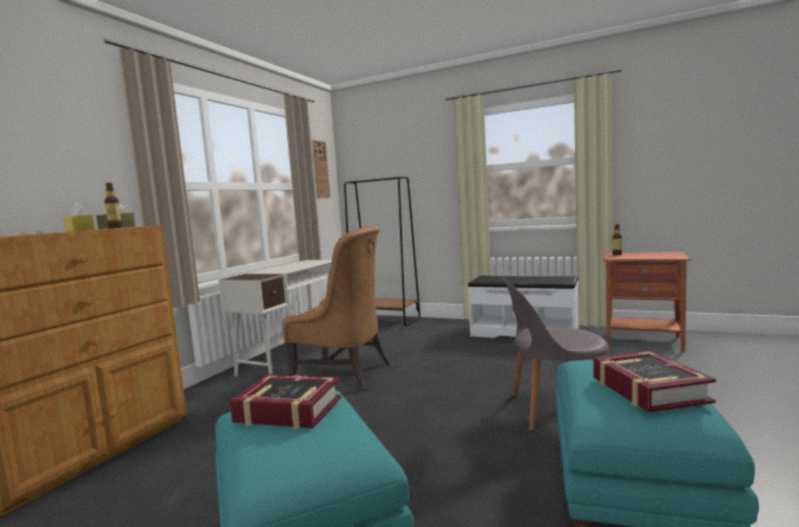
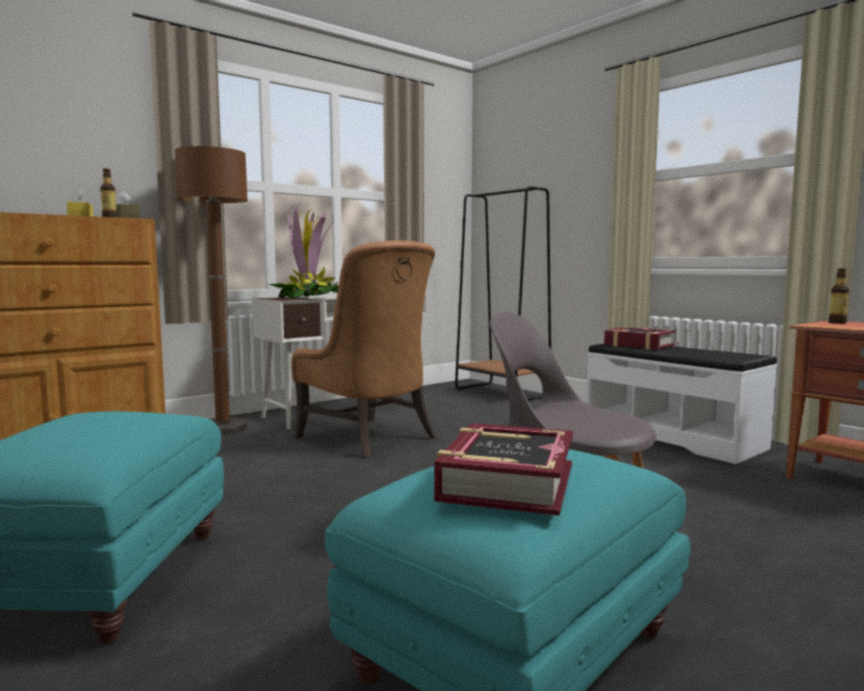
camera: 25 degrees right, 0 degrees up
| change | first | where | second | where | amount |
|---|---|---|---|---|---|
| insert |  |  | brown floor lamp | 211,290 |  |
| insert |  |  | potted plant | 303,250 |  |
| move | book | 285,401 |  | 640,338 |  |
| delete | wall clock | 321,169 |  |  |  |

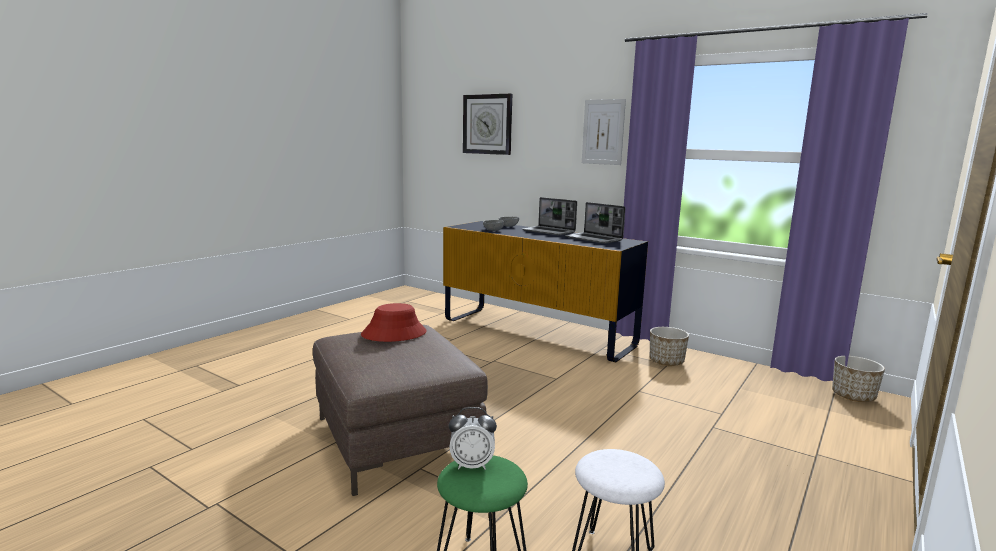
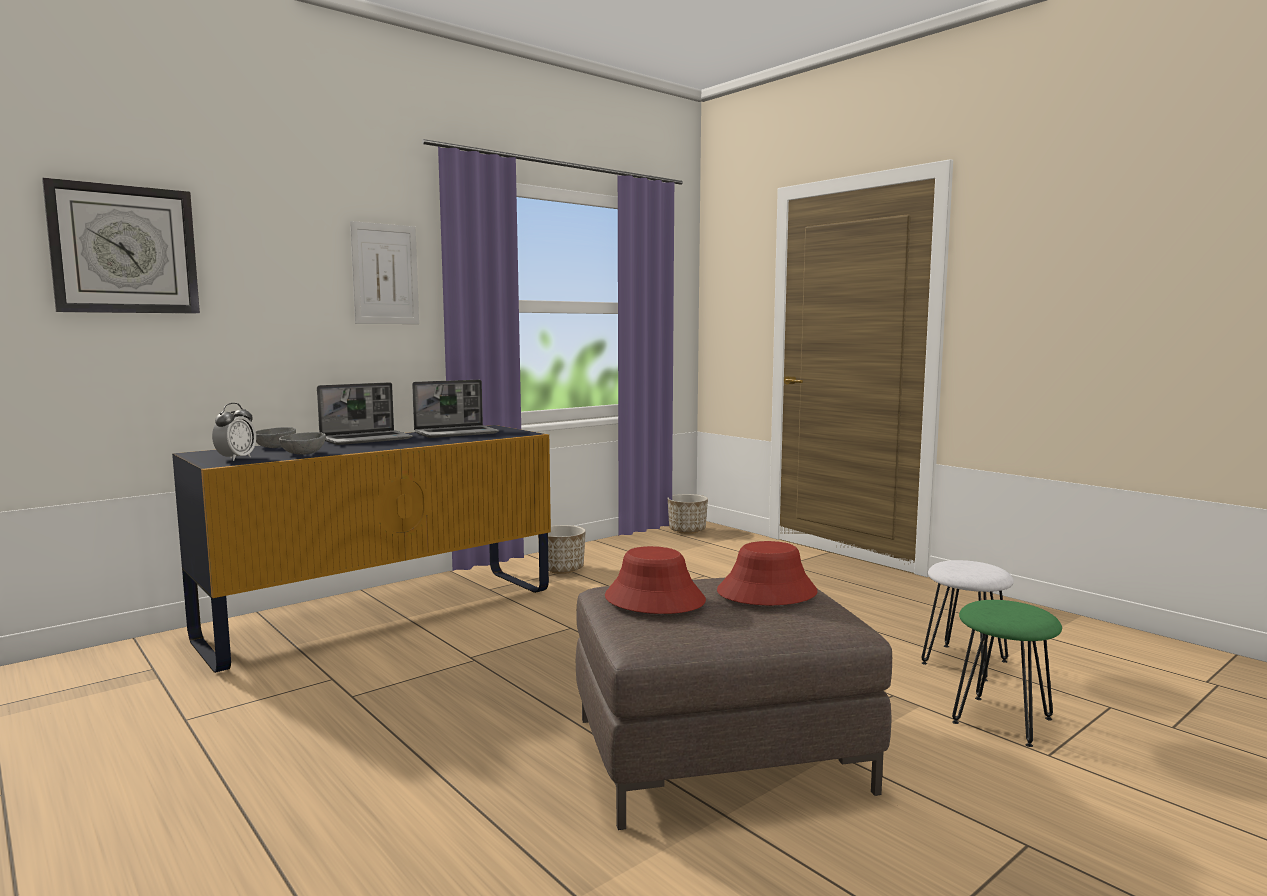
camera: 75 degrees left, 5 degrees down
| change | first | where | second | where | amount |
|---|---|---|---|---|---|
| move | alarm clock | 473,438 |  | 234,432 |  |
| insert |  |  | red hat | 767,573 |  |

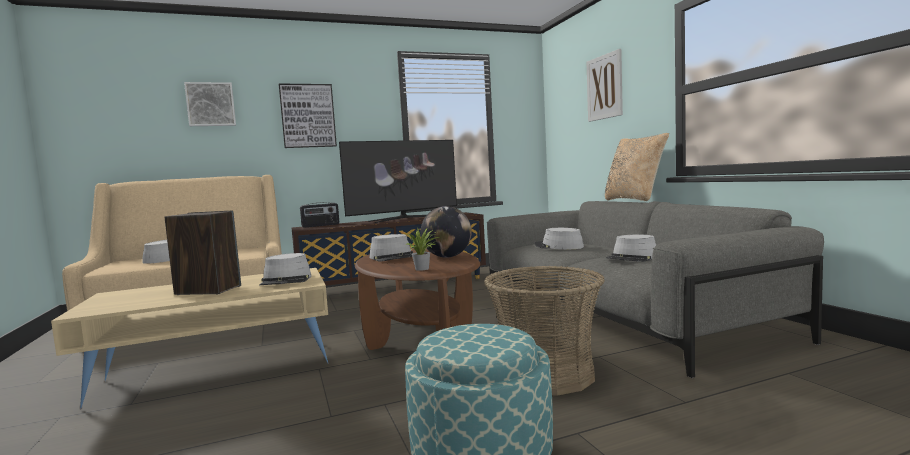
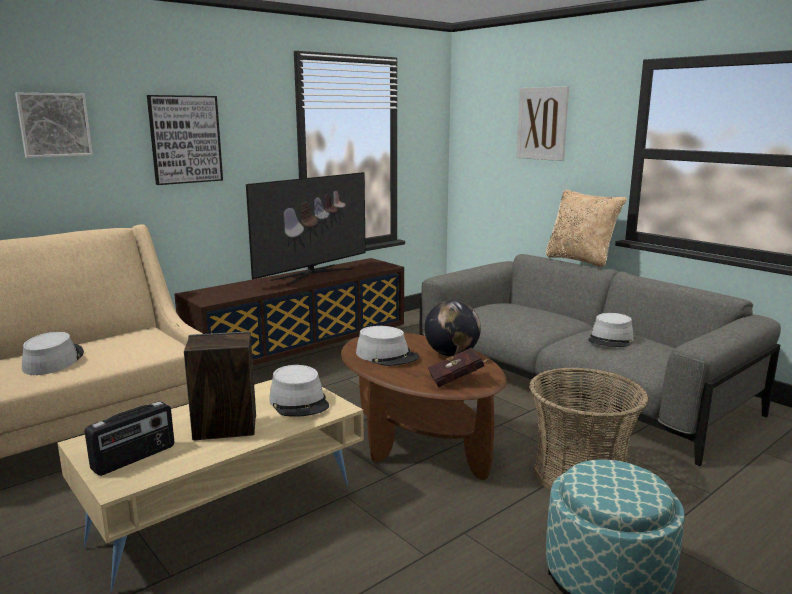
camera: 20 degrees left, 10 degrees up
| change | first | where | second | where | amount |
|---|---|---|---|---|---|
| move | radio | 319,215 |  | 129,438 |  |
| replace | potted plant | 422,249 | red book | 458,368 |  |
| delete | grey hat | 559,238 |  |  |  |

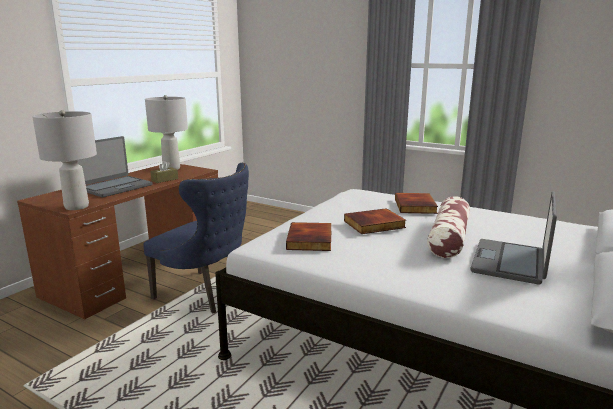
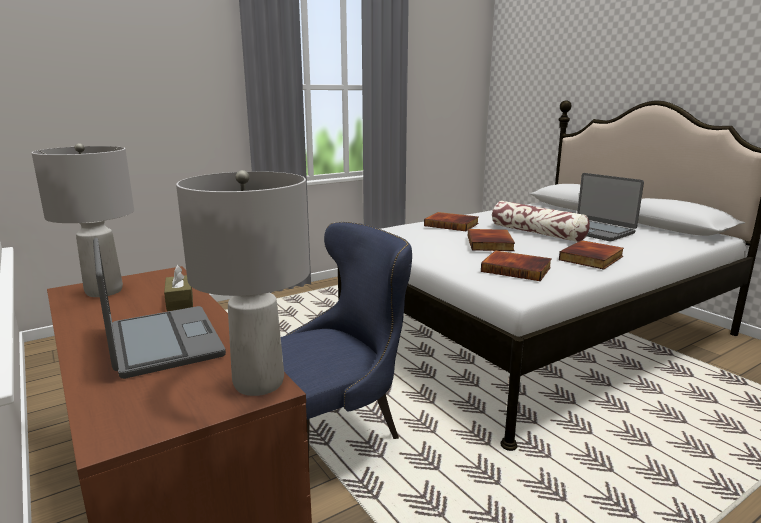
camera: 65 degrees left, 0 degrees up
| change | first | where | second | where | amount |
|---|---|---|---|---|---|
| insert |  |  | book | 591,255 |  |

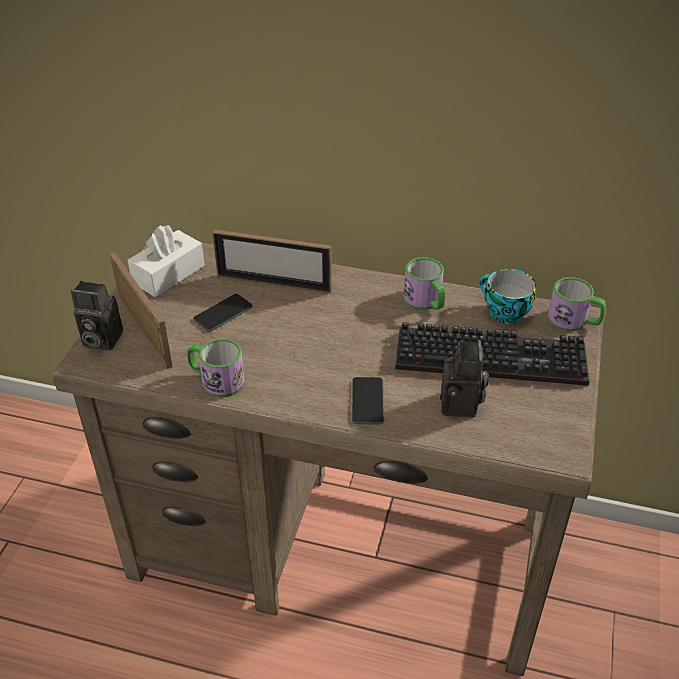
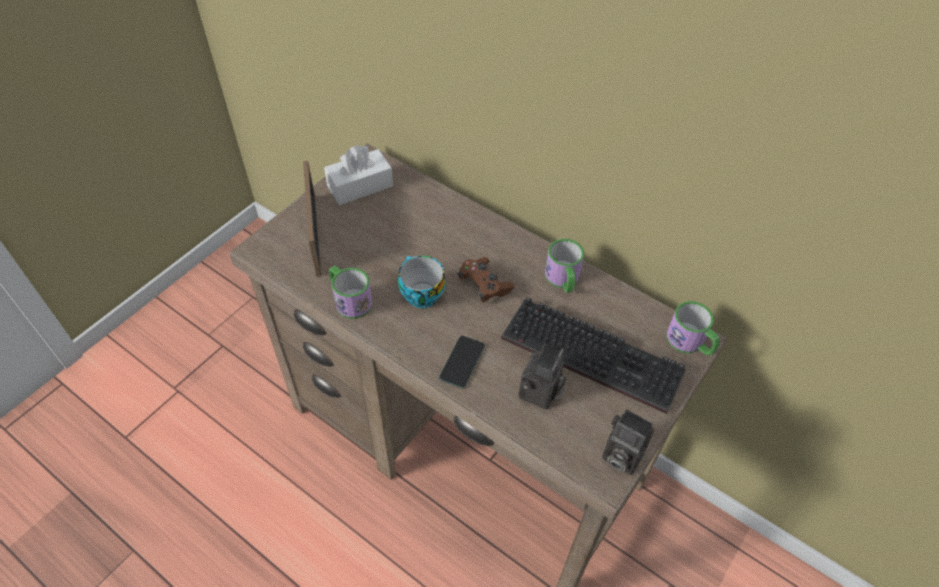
camera: 20 degrees right, 10 degrees up
| change | first | where | second | where | amount |
|---|---|---|---|---|---|
| move | cup | 508,296 |  | 422,282 |  |
| insert |  |  | brown game controller | 486,280 |  |
| move | photo camera | 97,315 |  | 628,442 |  |
| delete | phone | 223,313 |  |  |  |
| delete | picture frame | 272,261 |  |  |  |

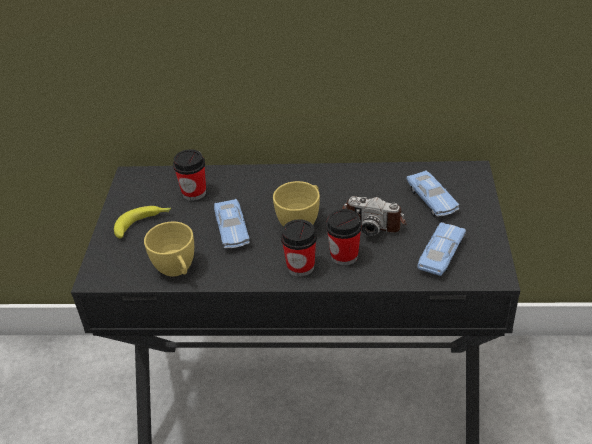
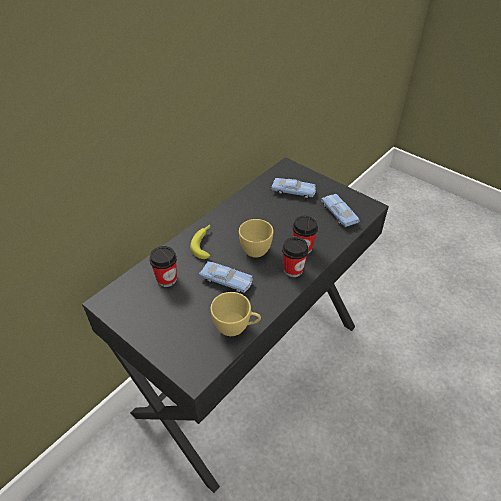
camera: 55 degrees left, 5 degrees up
| change | first | where | second | where | amount |
|---|---|---|---|---|---|
| move | banana | 142,222 |  | 200,241 |  |
| delete | photo camera | 374,216 |  |  |  |

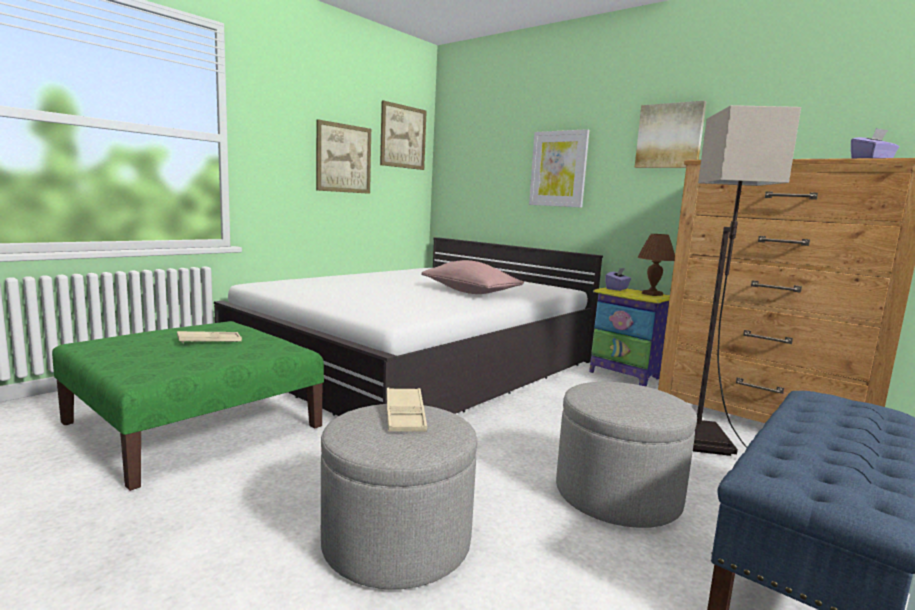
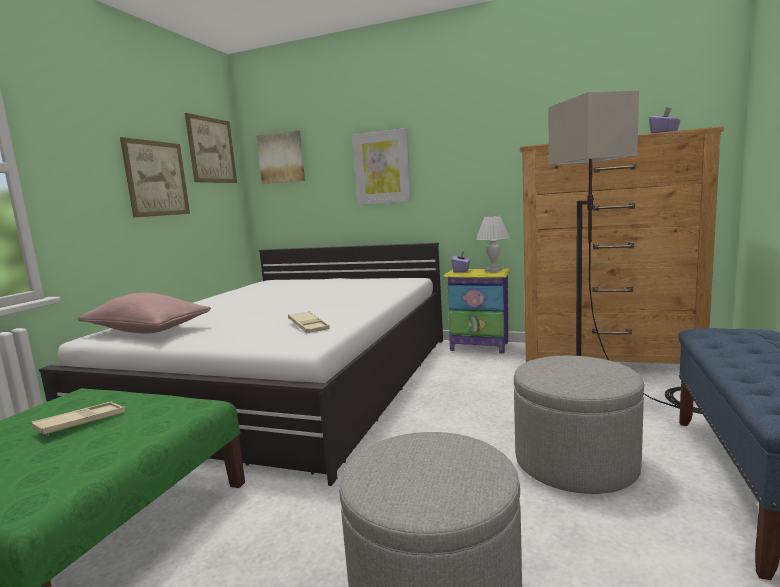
camera: 20 degrees left, 0 degrees up
| change | first | where | second | where | amount |
|---|---|---|---|---|---|
| move | pink pillow | 472,277 |  | 144,313 |  |
| move | picture | 670,134 |  | 280,157 |  |
| move | beige tray | 407,409 |  | 309,322 |  |
| recolor | brown table lamp | 656,265 | white table lamp | 493,244 |  |

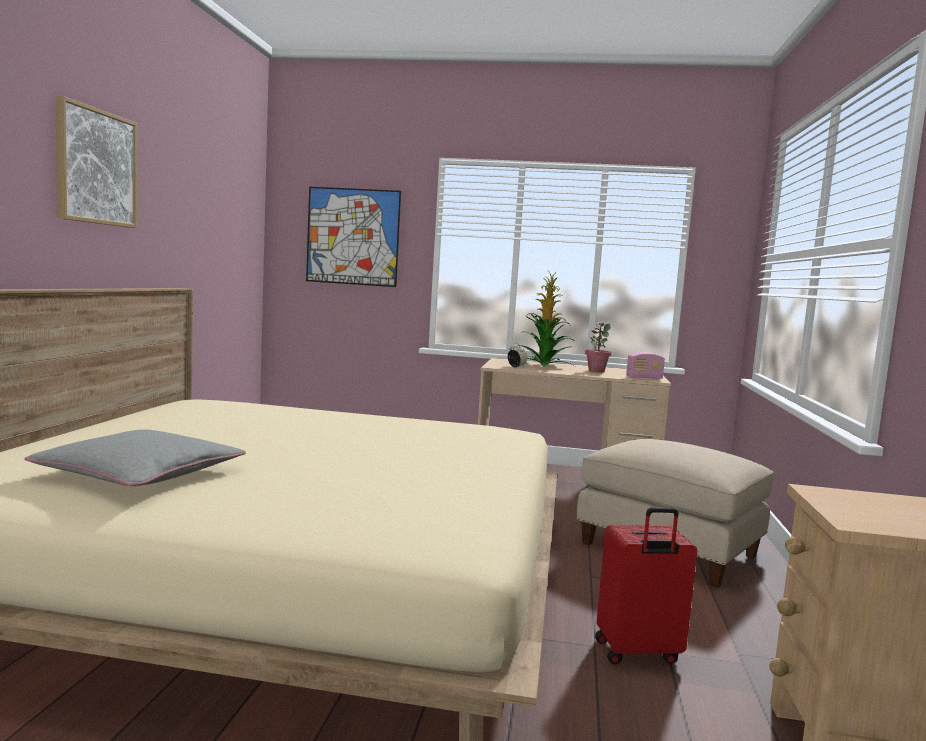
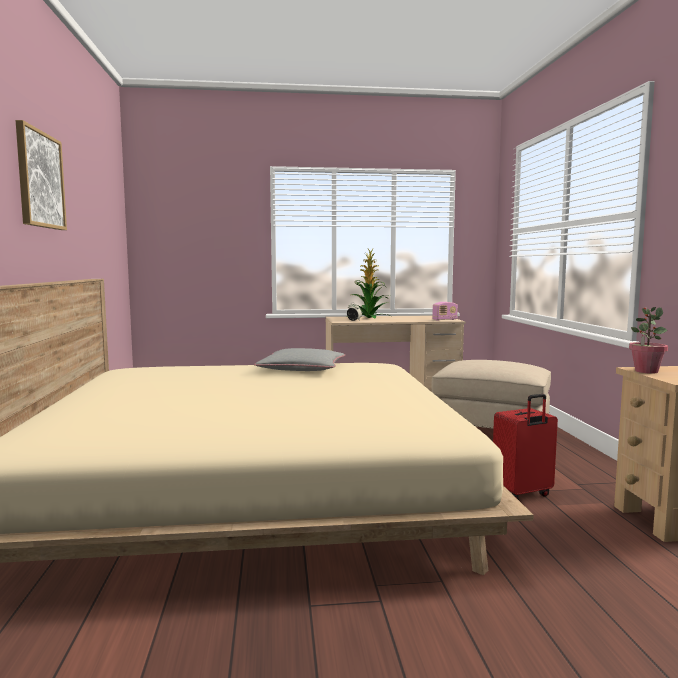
camera: 15 degrees left, 0 degrees up
| change | first | where | second | where | amount |
|---|---|---|---|---|---|
| move | grey pillow | 135,457 |  | 299,359 |  |
| move | potted plant | 598,347 |  | 648,340 |  |
| delete | picture | 353,237 |  |  |  |

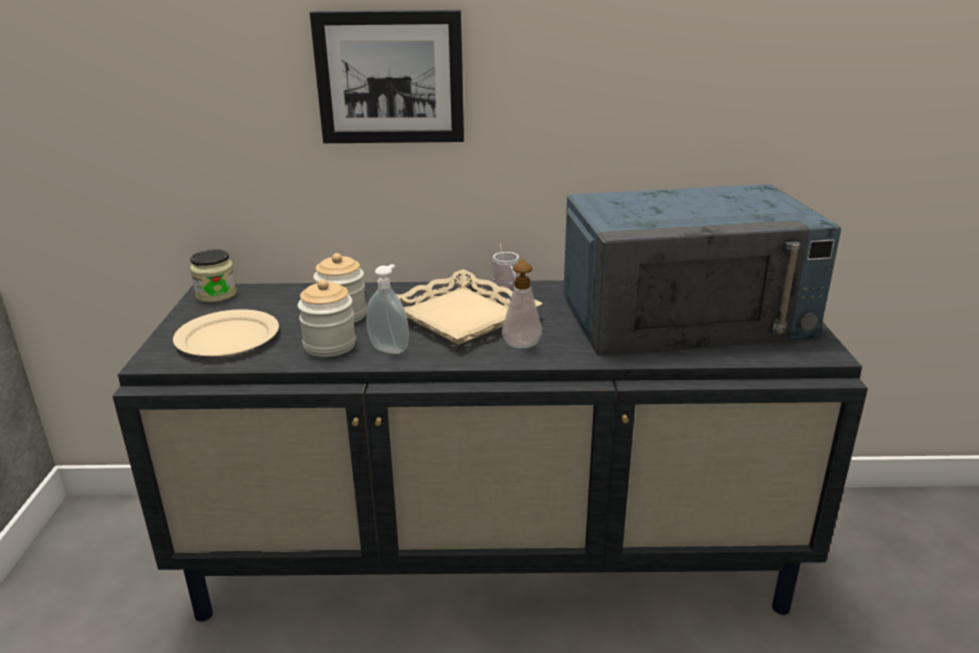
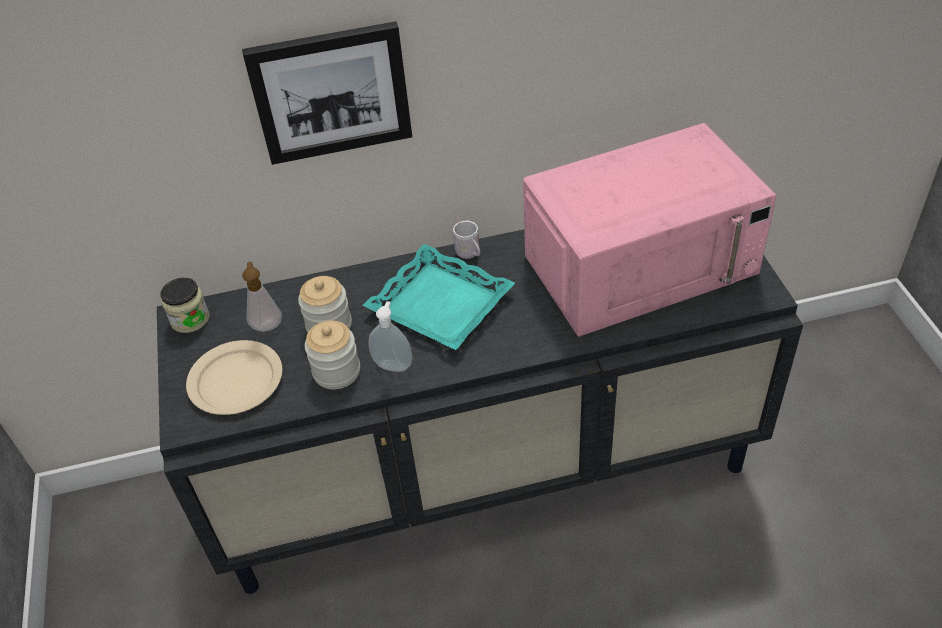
camera: 10 degrees left, 20 degrees up
| change | first | where | second | where | amount |
|---|---|---|---|---|---|
| move | soap dispenser | 522,303 |  | 262,297 |  |
| recolor | beige tray | 469,307 | turquoise tray | 438,297 |  |
| recolor | blue microwave | 702,270 | pink microwave | 650,230 |  |

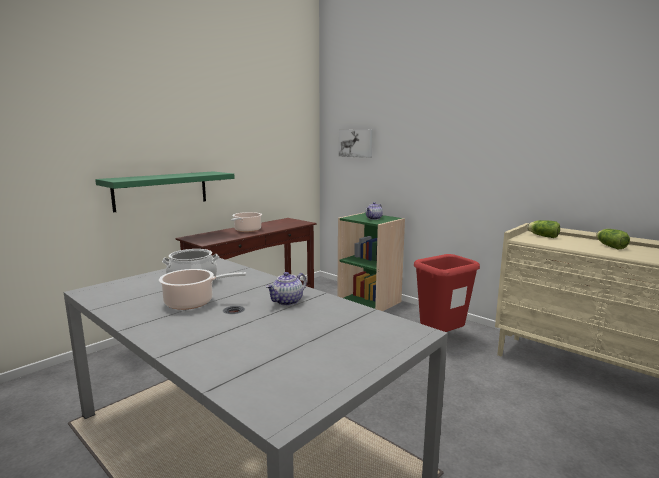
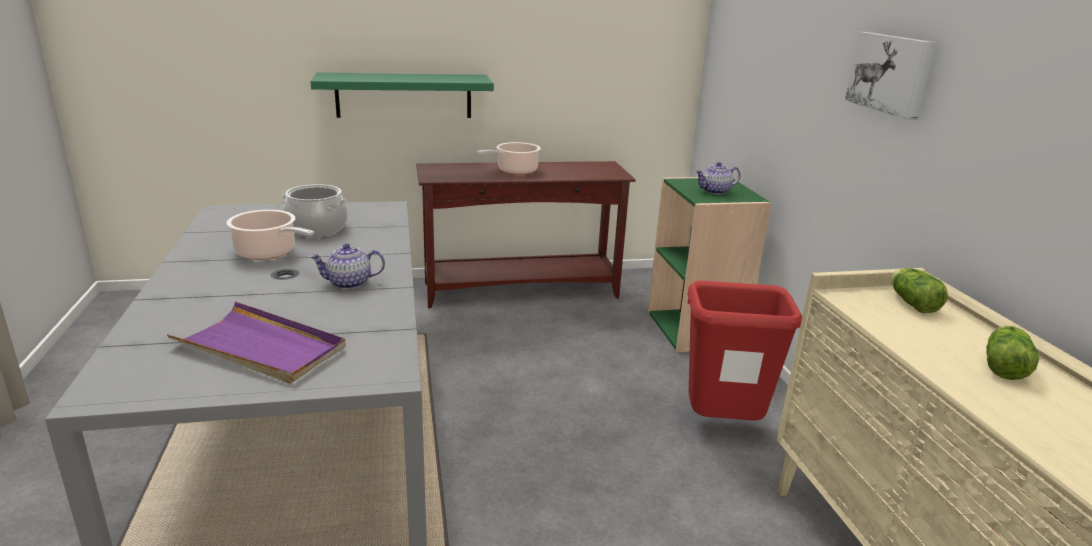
camera: 35 degrees right, 10 degrees up
| change | first | where | second | where | amount |
|---|---|---|---|---|---|
| insert |  |  | purple tray | 256,342 |  |
| move | picture | 356,143 |  | 890,76 |  |

